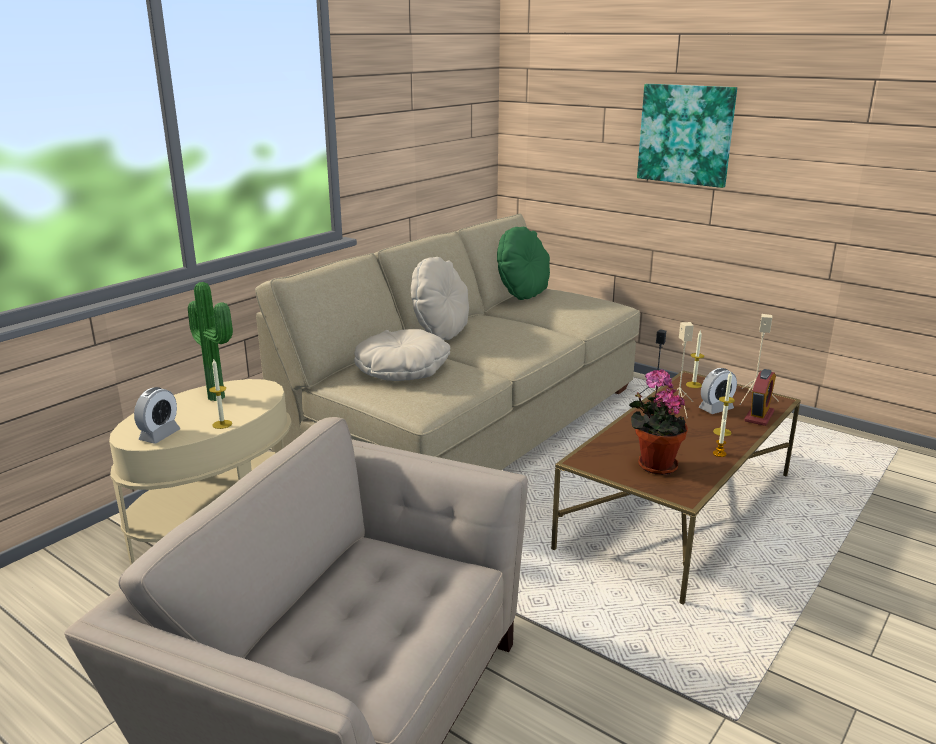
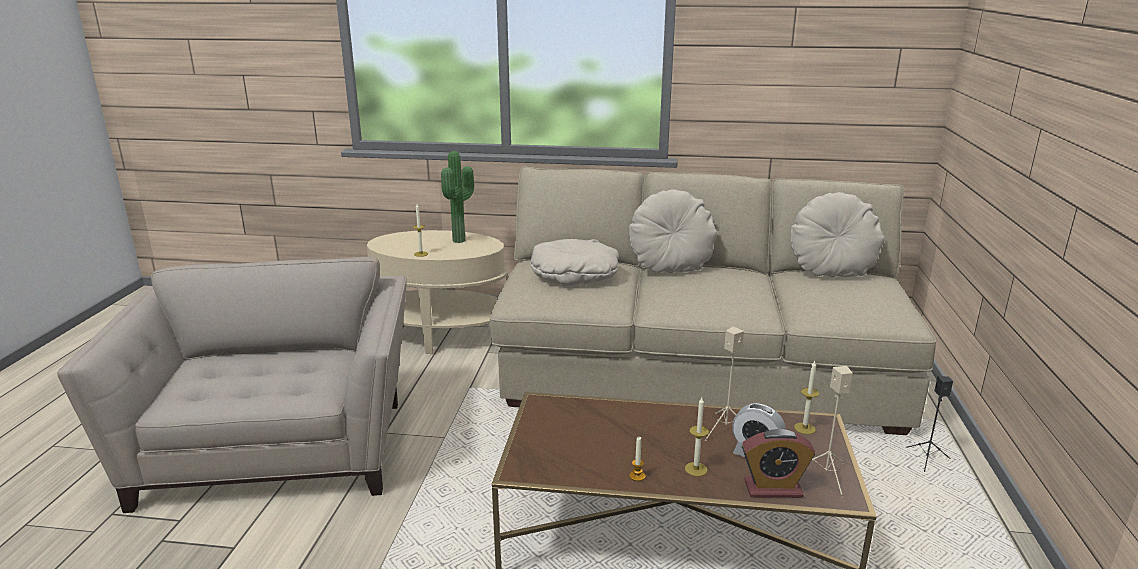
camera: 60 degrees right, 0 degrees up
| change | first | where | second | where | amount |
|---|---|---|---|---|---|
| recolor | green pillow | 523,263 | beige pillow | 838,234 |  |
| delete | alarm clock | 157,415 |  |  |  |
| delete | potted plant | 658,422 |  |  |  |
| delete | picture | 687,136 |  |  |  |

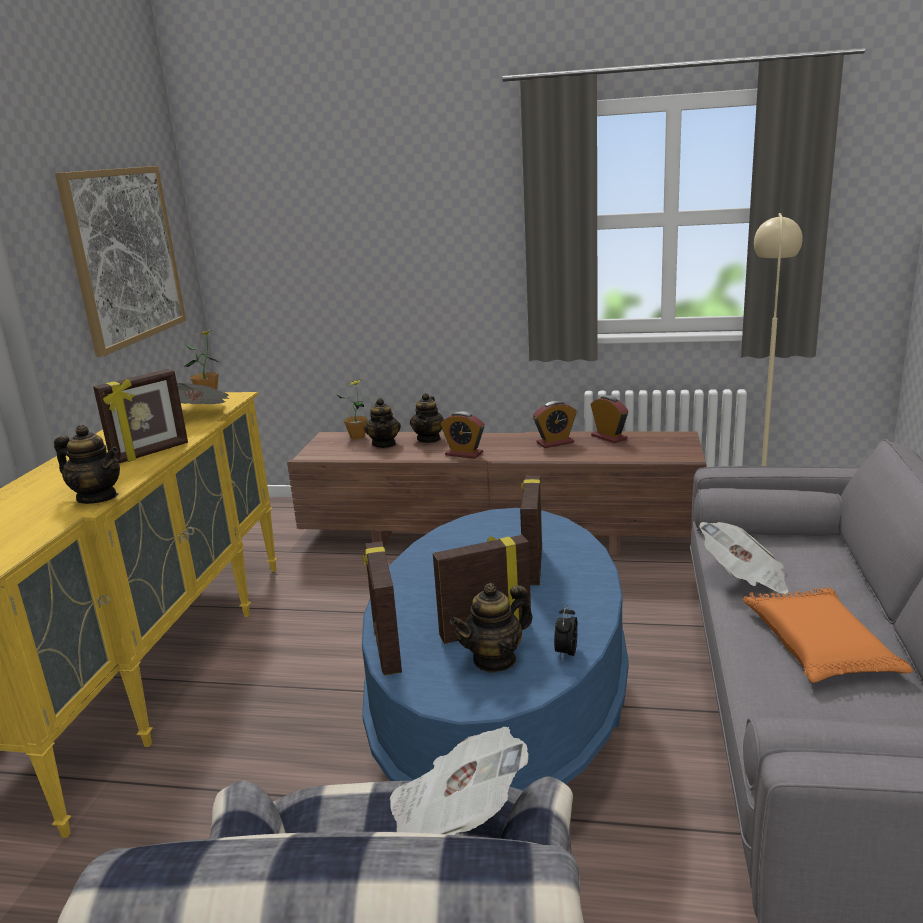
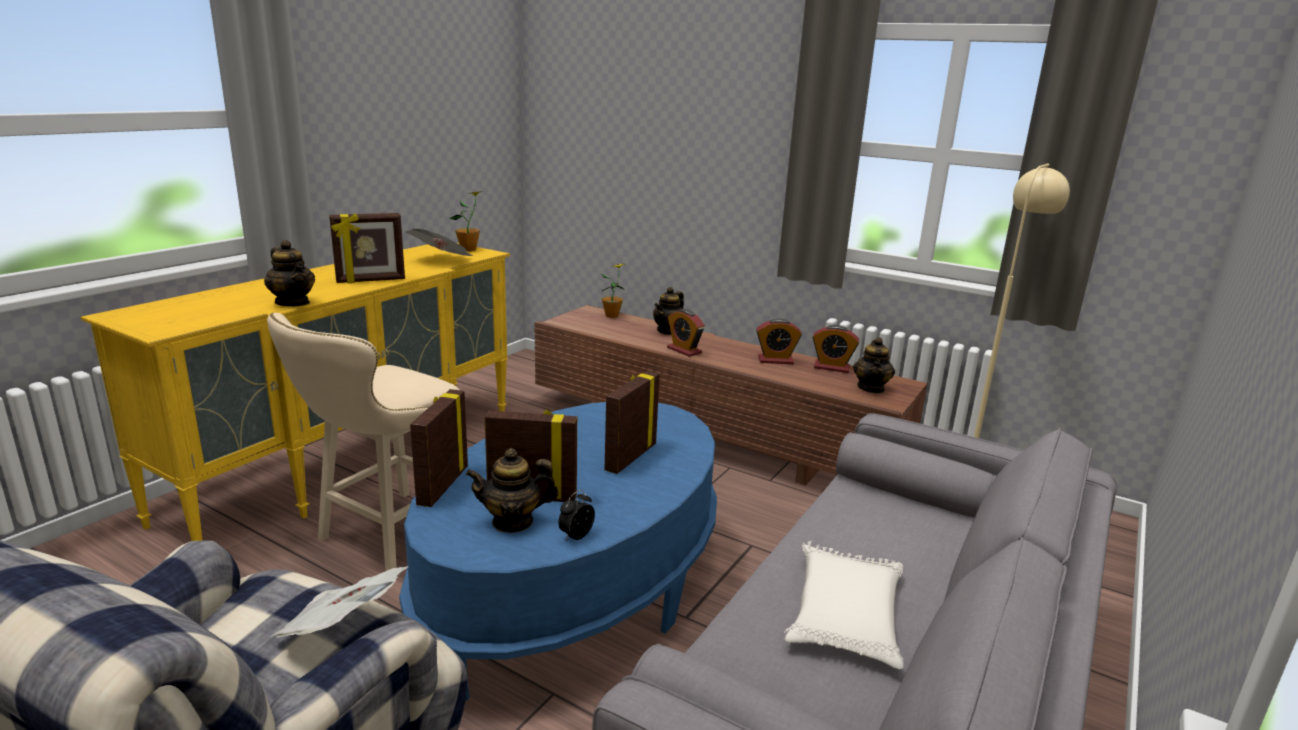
camera: 20 degrees right, 0 degrees up
| change | first | where | second | where | amount |
|---|---|---|---|---|---|
| insert |  |  | beige stool | 363,442 |  |
| recolor | orange pillow | 828,635 | white pillow | 844,605 |  |
| rotate | alarm clock | 609,419 |  | 835,349 | 120 degrees clockwise |
| move | teapot | 382,423 |  | 874,365 |  |
| delete | picture | 120,261 |  |  |  |
| delete | newspaper | 743,558 |  |  |  |

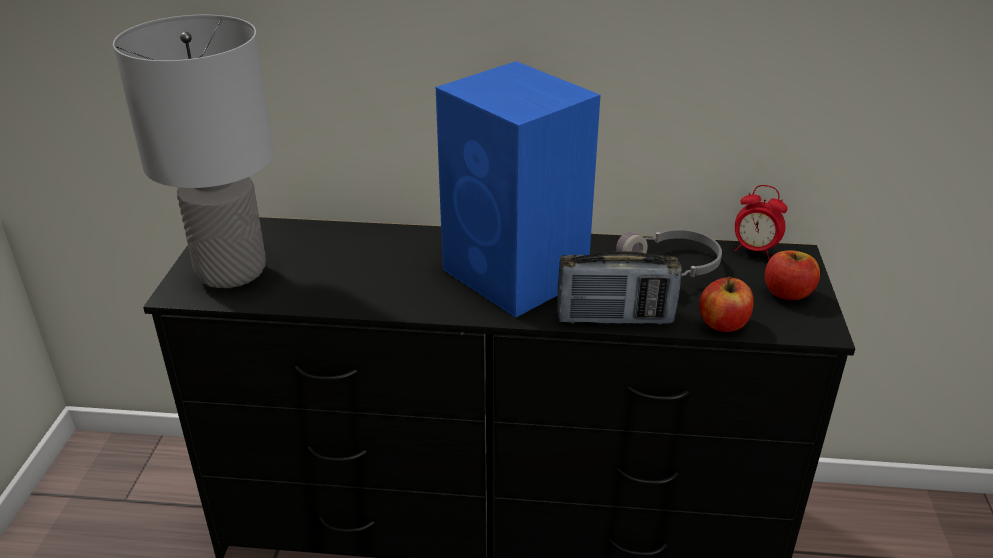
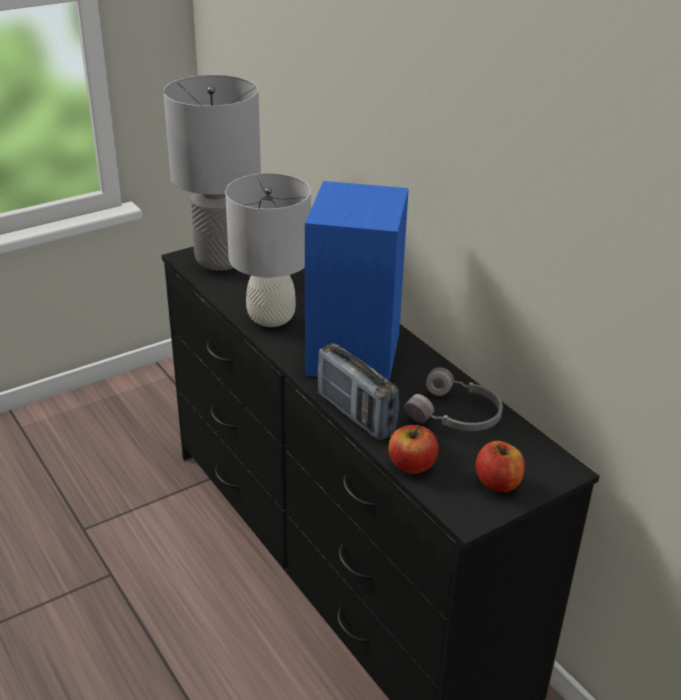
camera: 50 degrees right, 0 degrees up
| change | first | where | second | where | amount |
|---|---|---|---|---|---|
| insert |  |  | grey table lamp | 268,250 |  |
| delete | alarm clock | 761,222 |  |  |  |

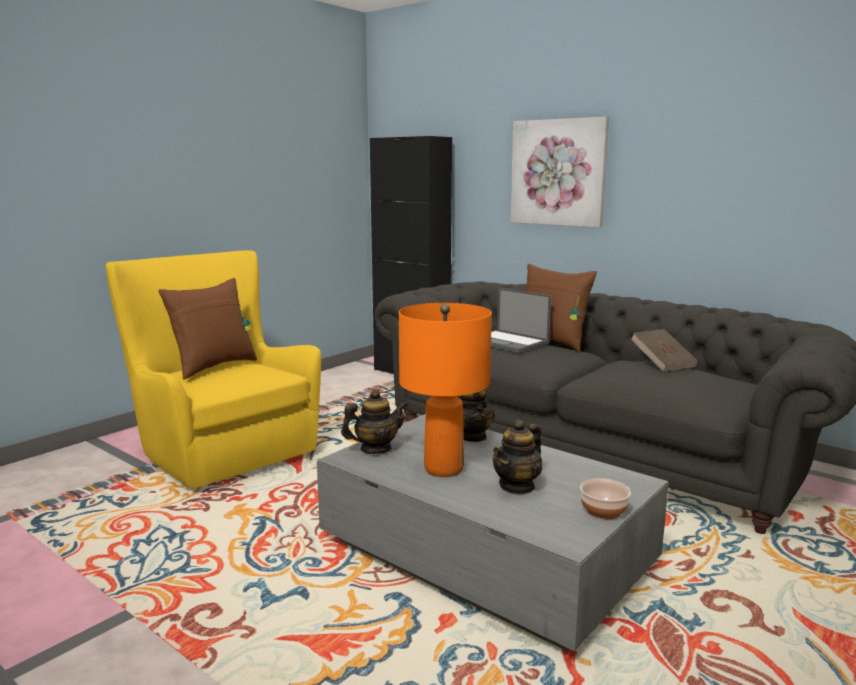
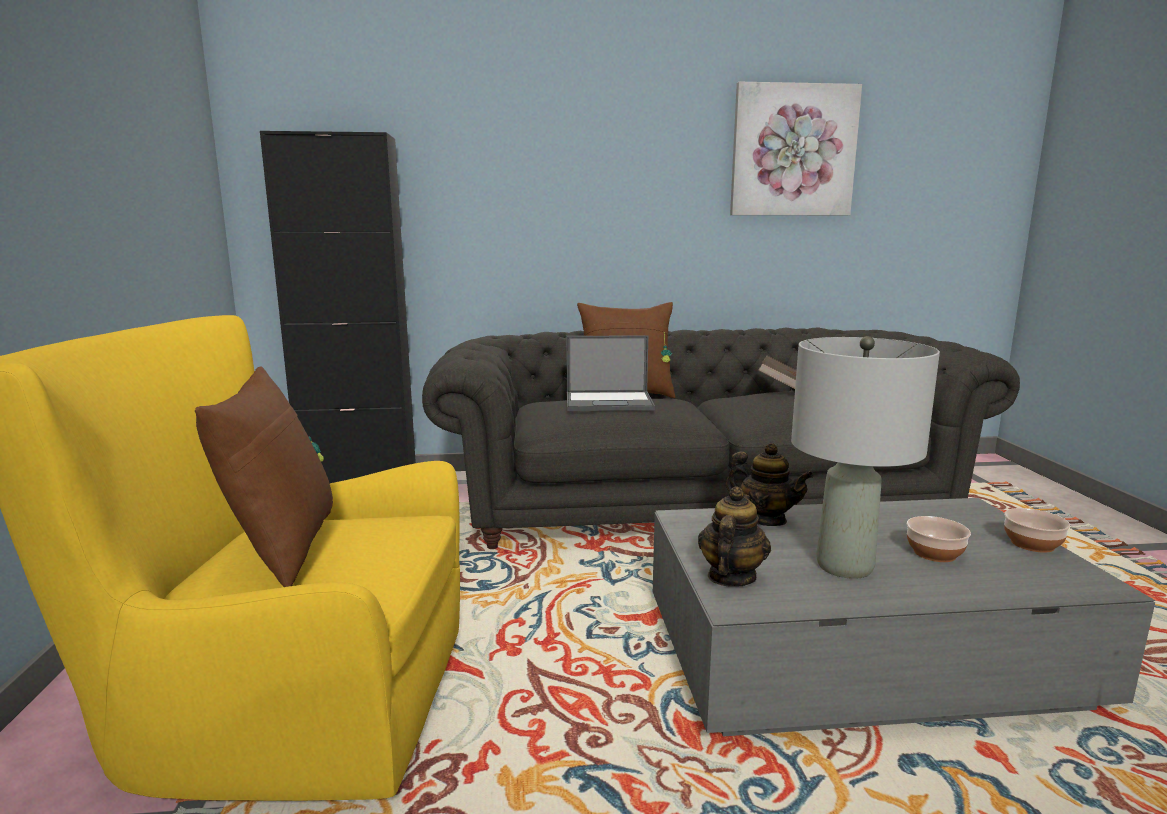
camera: 45 degrees left, 0 degrees up
| change | first | where | second | where | amount |
|---|---|---|---|---|---|
| move | picture | 559,172 |  | 796,148 |  |
| recolor | orange table lamp | 445,390 | grey table lamp | 865,457 |  |
| replace | teapot | 517,457 | bowl | 939,539 |  |

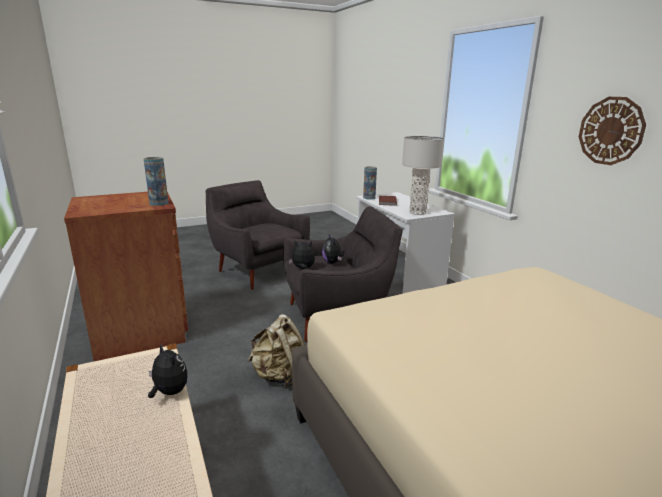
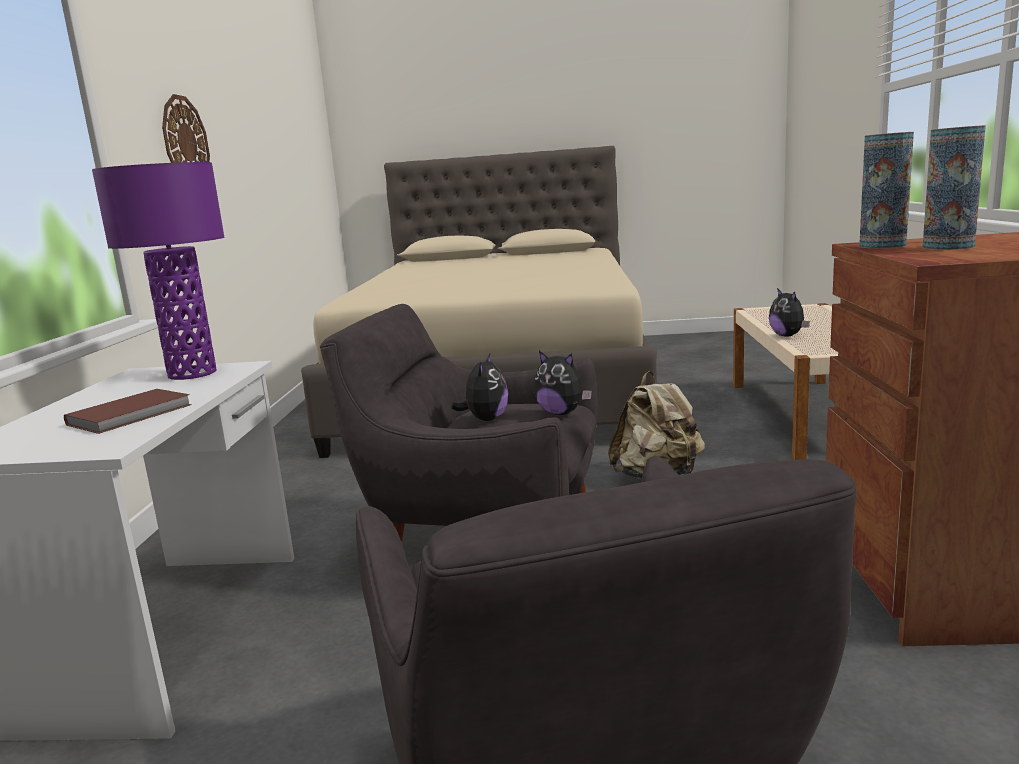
camera: 150 degrees left, 5 degrees down
| change | first | where | second | where | amount |
|---|---|---|---|---|---|
| recolor | white table lamp | 423,175 | purple table lamp | 158,271 |  |
| move | vase | 370,182 |  | 954,187 |  |

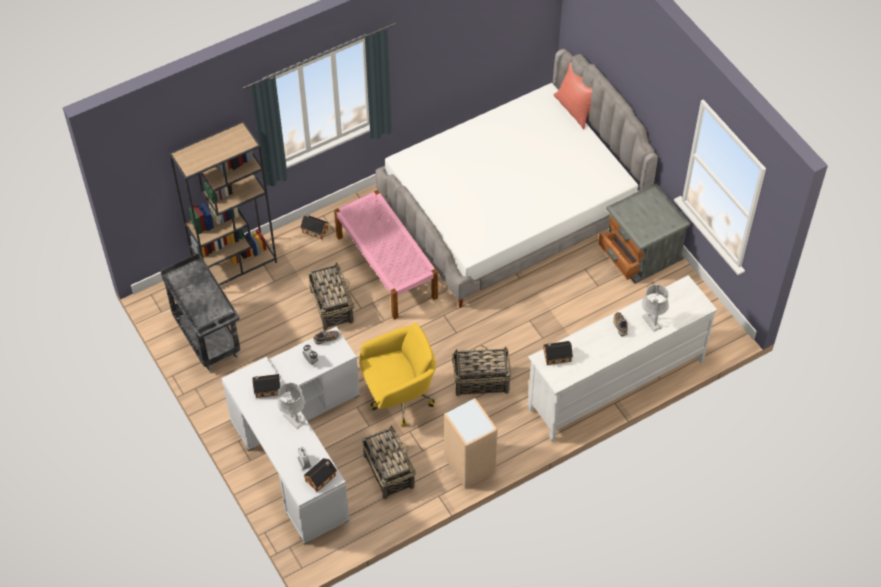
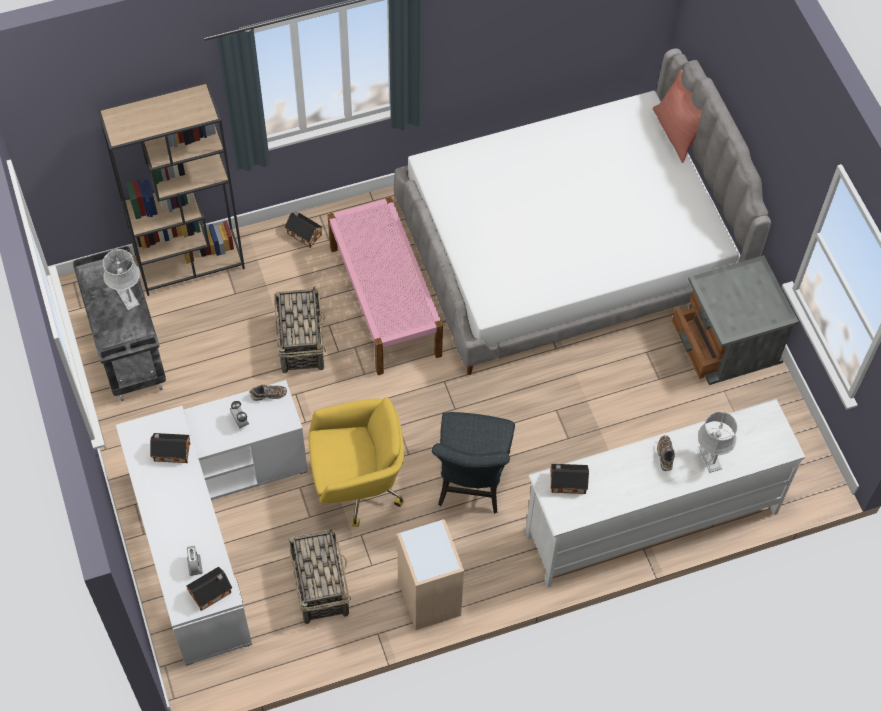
camera: 10 degrees right, 5 degrees up
| change | first | where | second | where | amount |
|---|---|---|---|---|---|
| move | grey table lamp | 291,406 |  | 121,280 |  |
| replace | basket | 481,370 | grey chair | 473,463 |  |

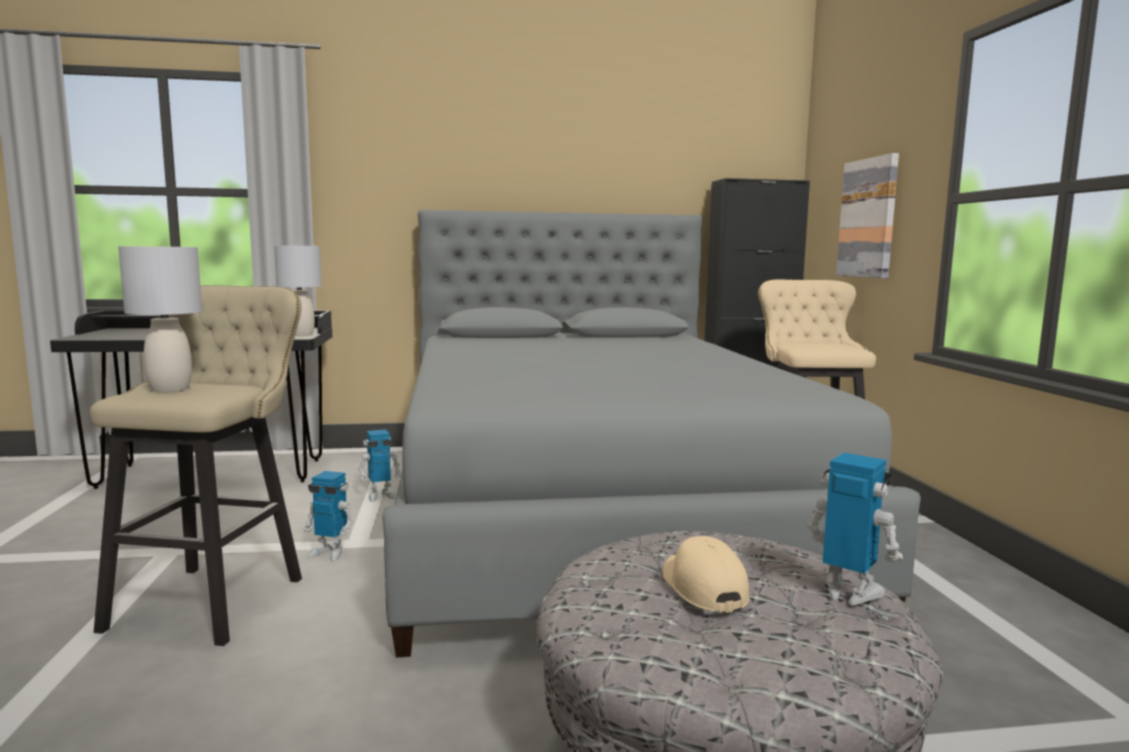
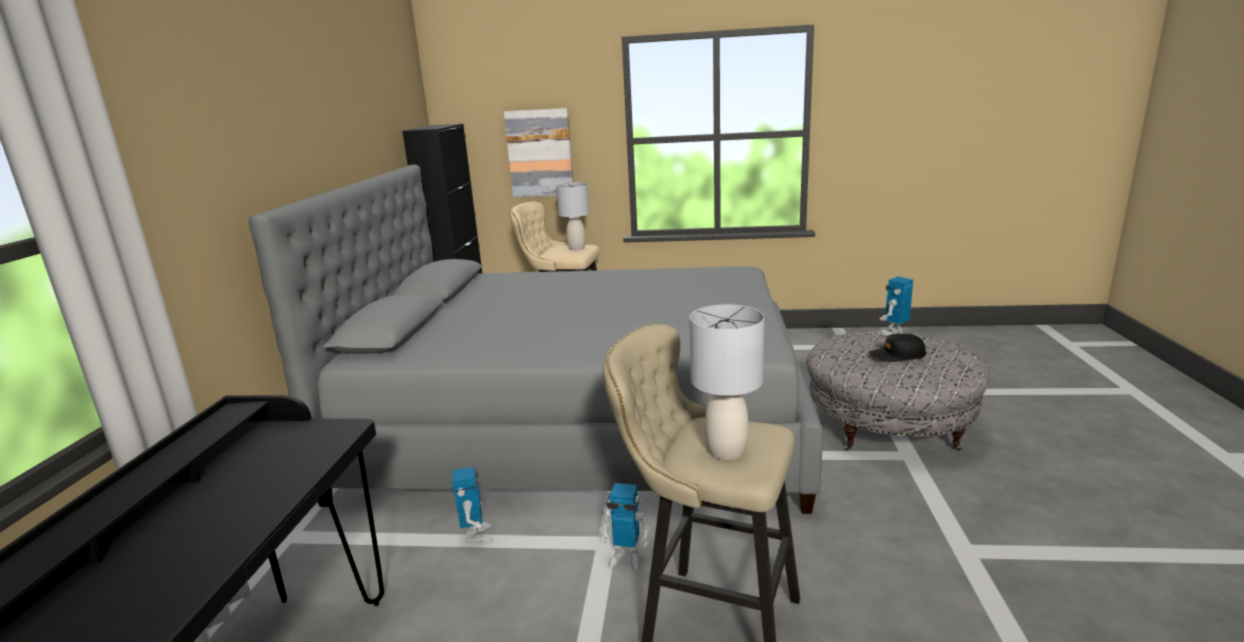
camera: 75 degrees left, 10 degrees up
| change | first | where | second | where | amount |
|---|---|---|---|---|---|
| move | grey table lamp | 298,290 |  | 573,216 |  |
| rotate | toy robot | 328,516 |  | 625,527 | 75 degrees clockwise |
| recolor | beige cap | 706,574 | black cap | 897,348 |  |

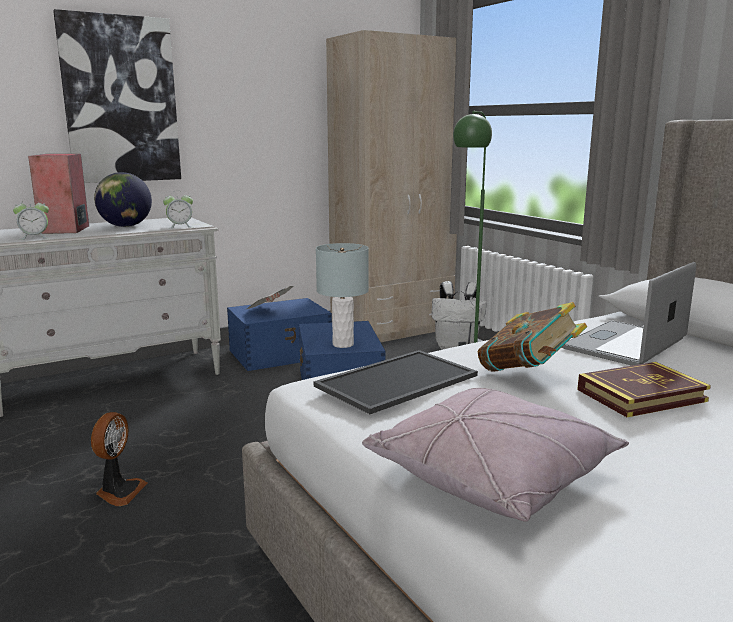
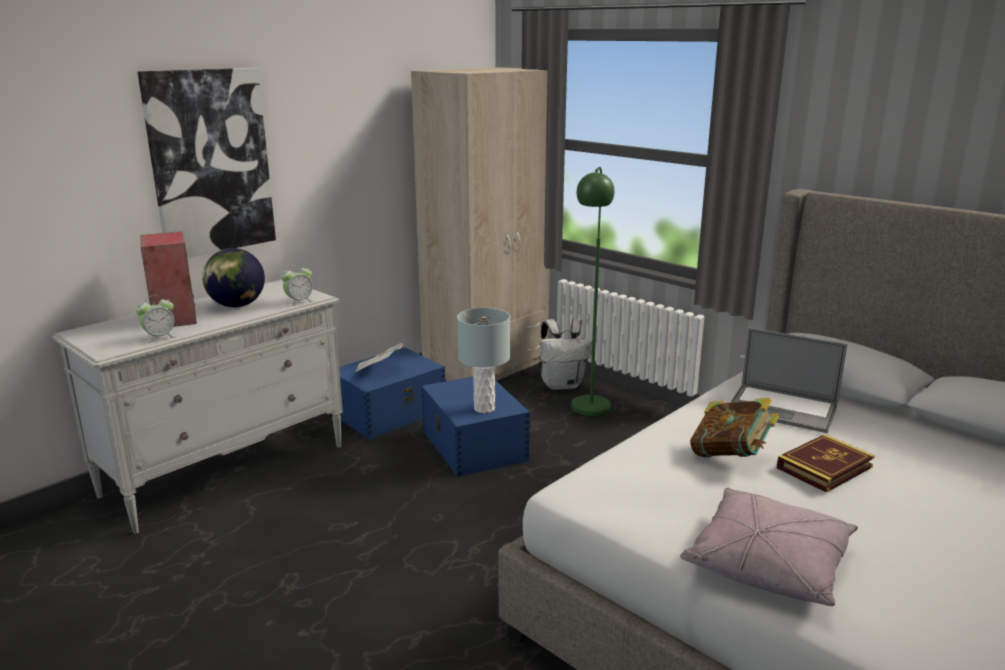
camera: 15 degrees left, 5 degrees up
| change | first | where | second | where | amount |
|---|---|---|---|---|---|
| rotate | laptop | 629,314 |  | 788,380 | 90 degrees counterclockwise |
| delete | fan | 119,459 |  |  |  |
| delete | tray | 396,382 |  |  |  |

